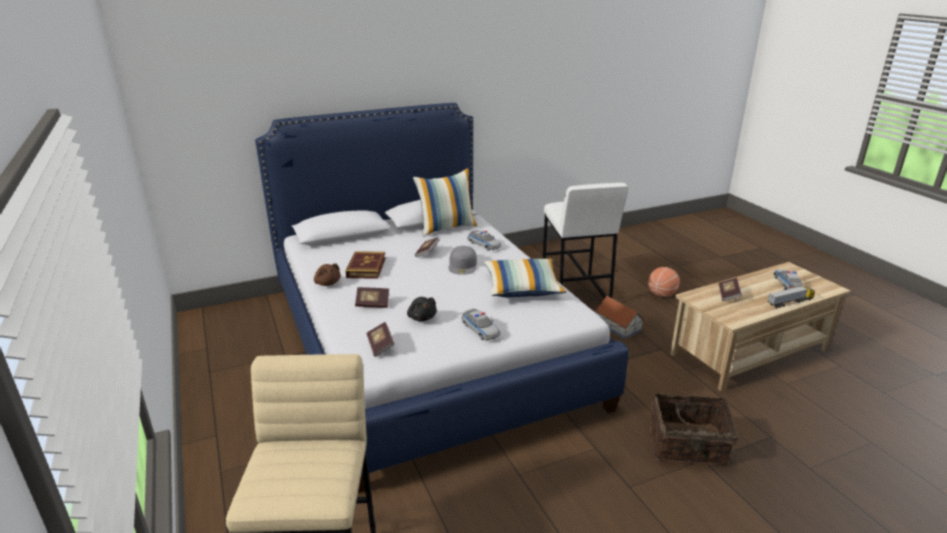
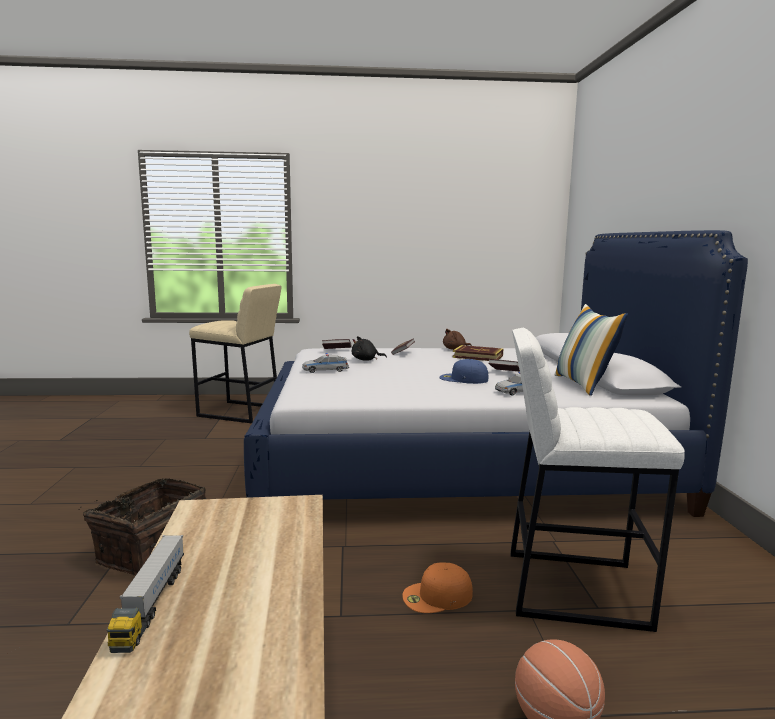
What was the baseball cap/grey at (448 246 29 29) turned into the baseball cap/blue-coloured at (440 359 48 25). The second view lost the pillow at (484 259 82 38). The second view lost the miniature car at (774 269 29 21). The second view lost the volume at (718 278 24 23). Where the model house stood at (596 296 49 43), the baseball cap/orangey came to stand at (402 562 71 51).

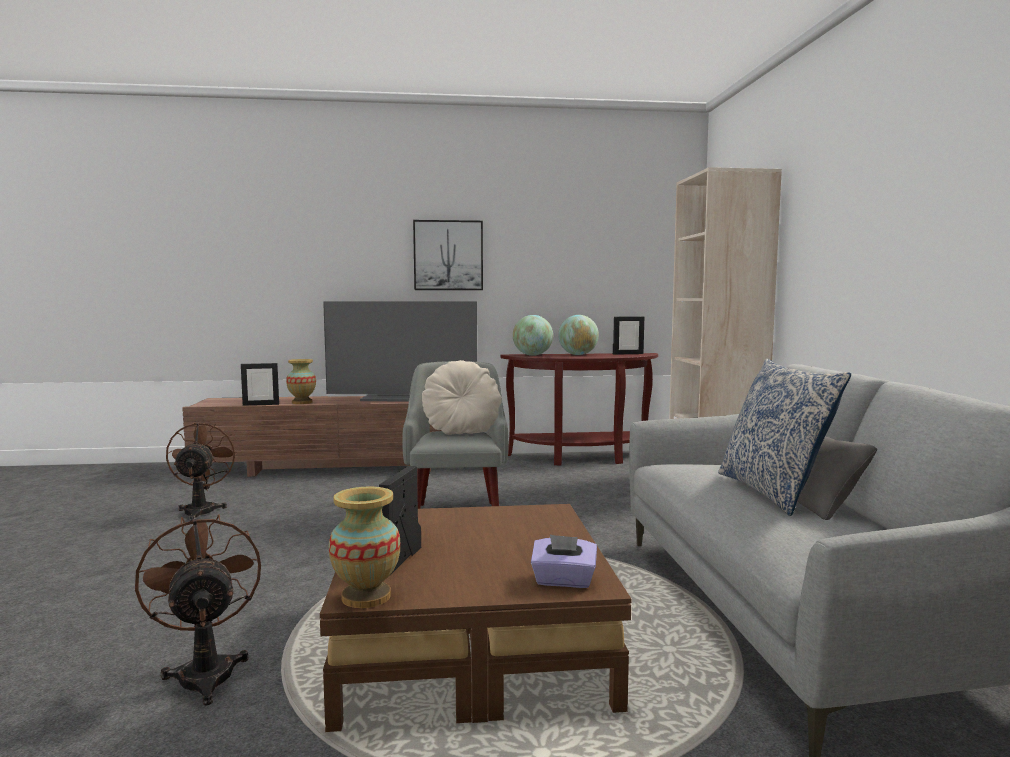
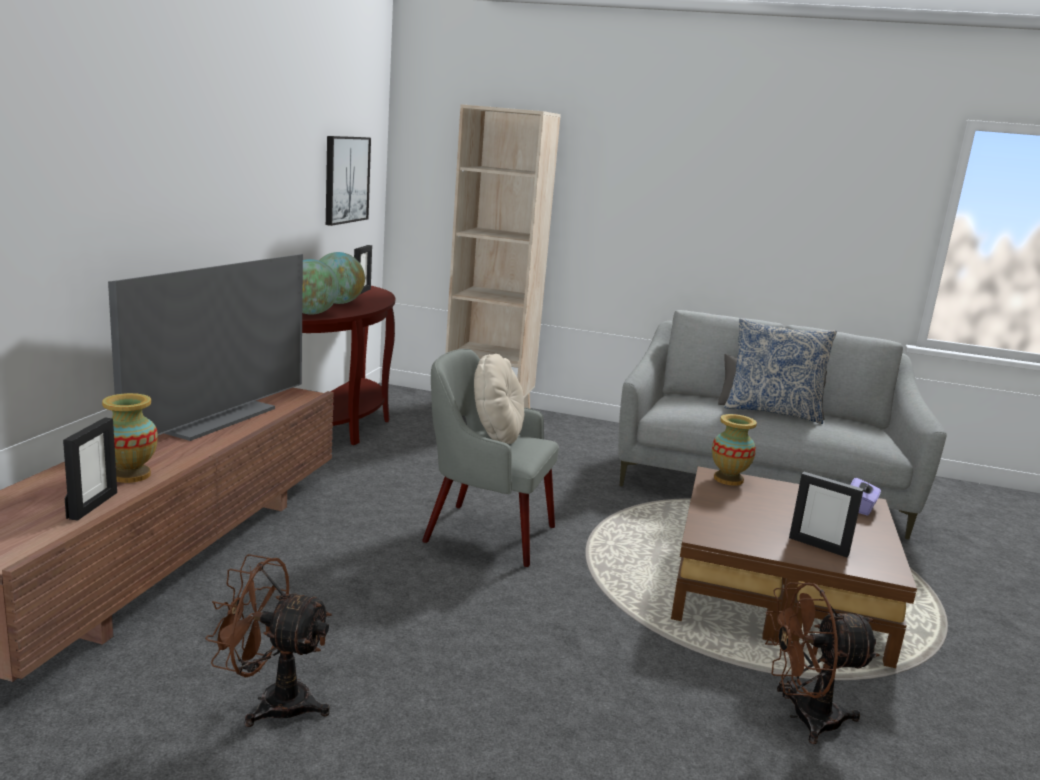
The wall picture ended up elsewhere, having gone from (413 220 70 70) to (326 136 45 90). The vase ended up elsewhere, having gone from (329 486 71 122) to (712 414 45 72).

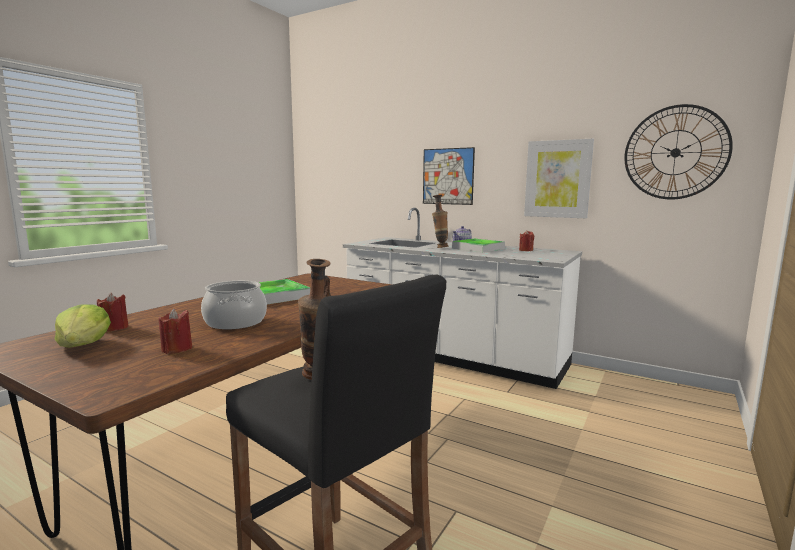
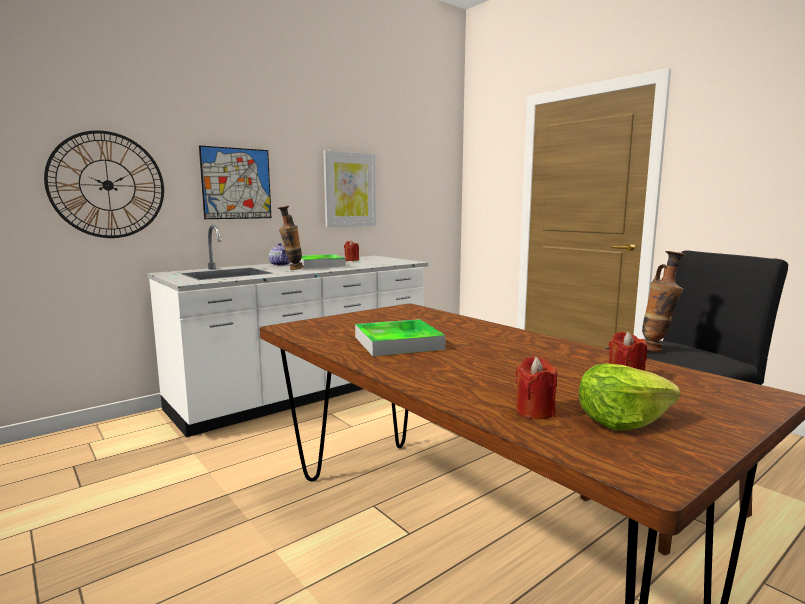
The wall clock ended up elsewhere, having gone from (624 104 109 96) to (44 130 120 108). The second view lost the cooking pot at (201 281 66 48).

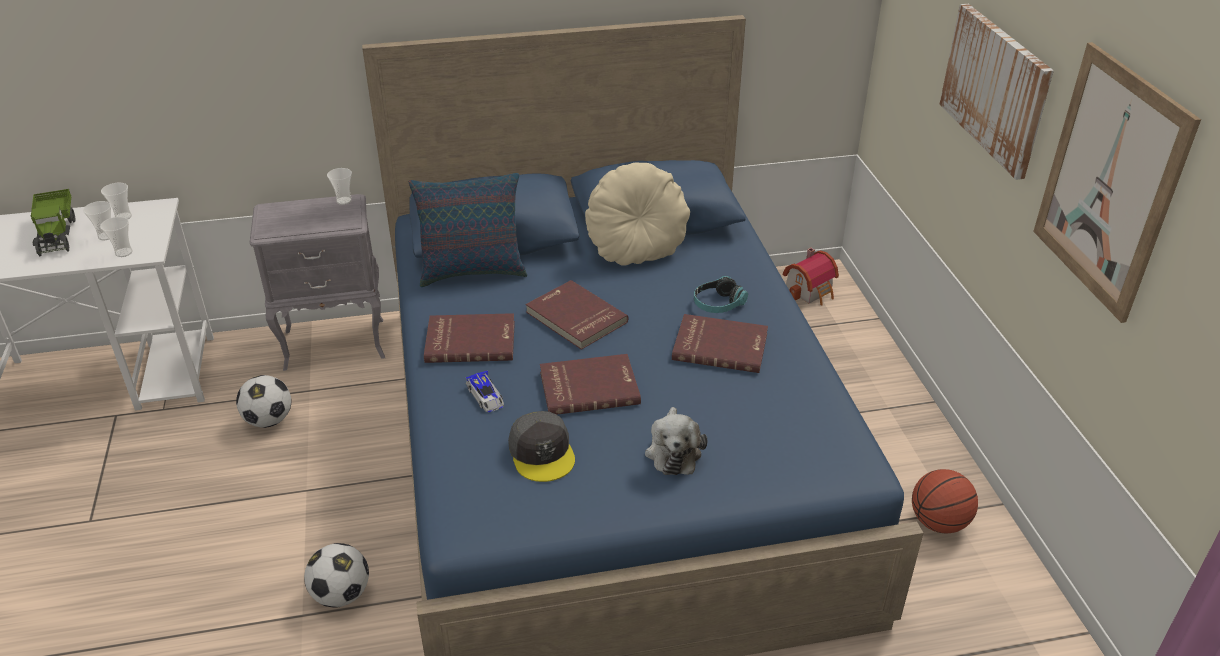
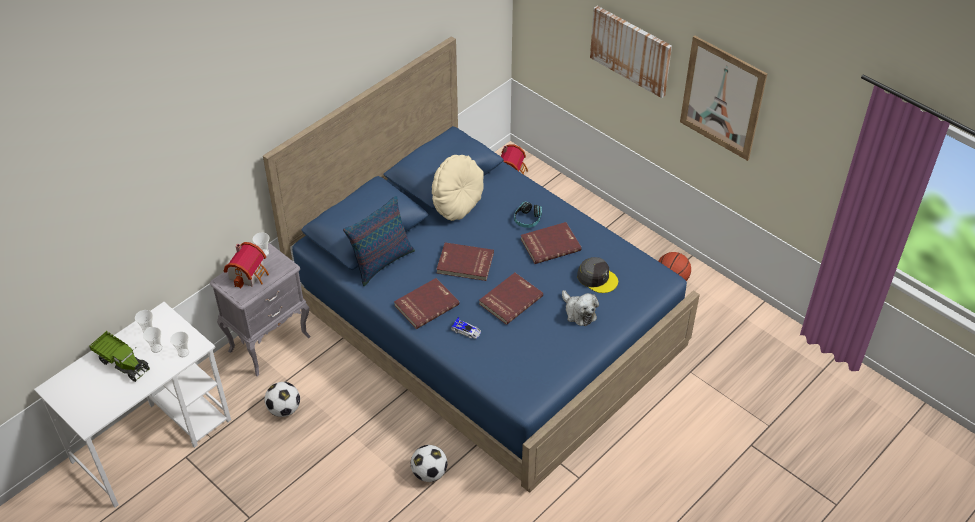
The baseball cap/grey ended up elsewhere, having gone from (508 411 67 71) to (577 257 41 36). The second view gained the model house at (224 242 45 47).

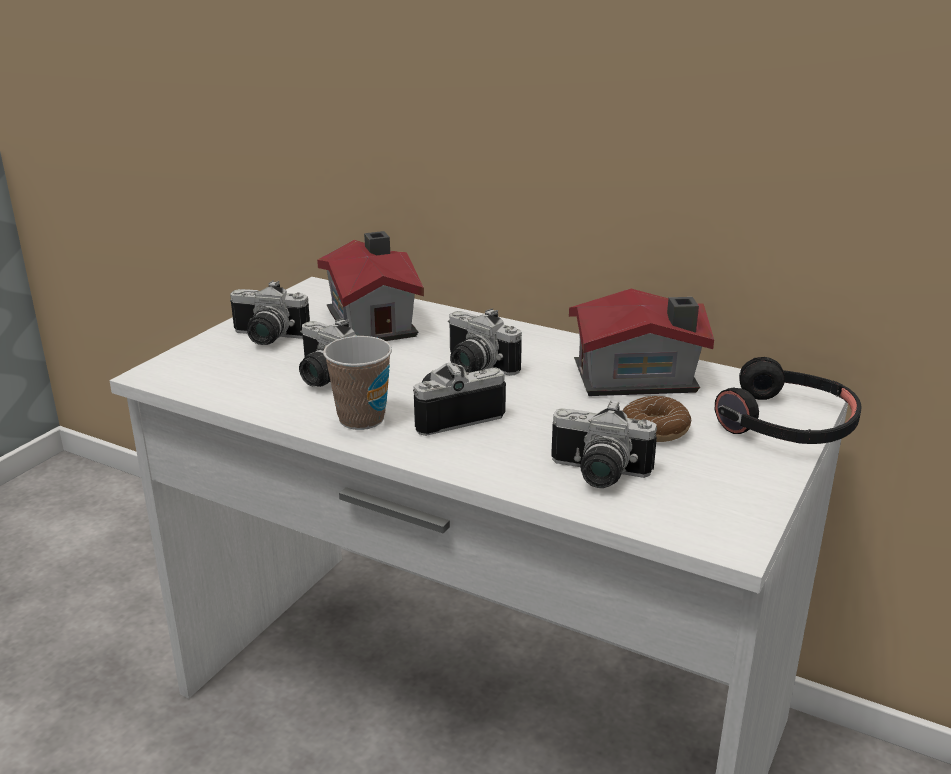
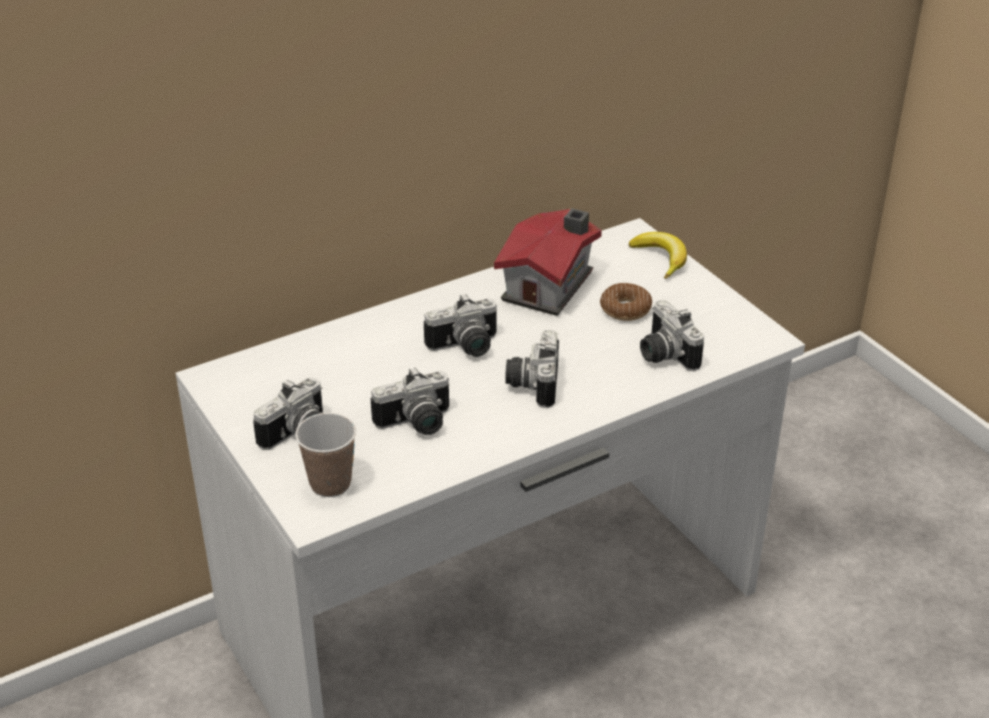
The second view lost the model house at (317 231 107 110). The small cup ended up elsewhere, having gone from (323 336 69 94) to (295 413 61 84). Where the headset/black-coloured stood at (715 357 147 87), the banana came to stand at (628 232 59 47). The photo camera at (551 401 106 87) ended up facing another way, 105 degrees clockwise from before.

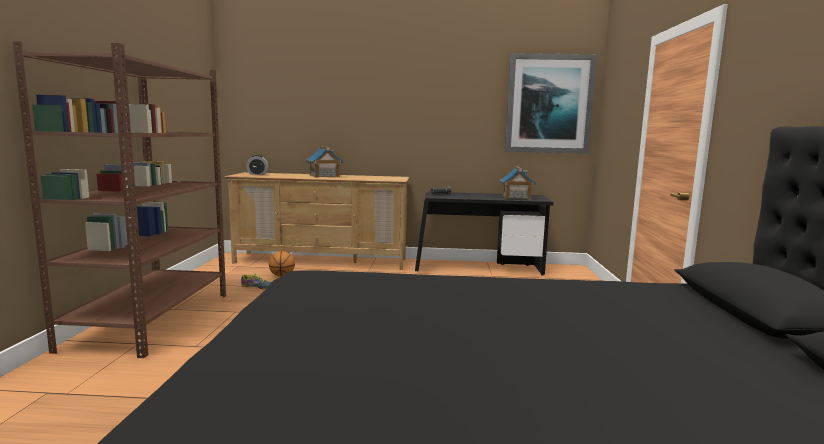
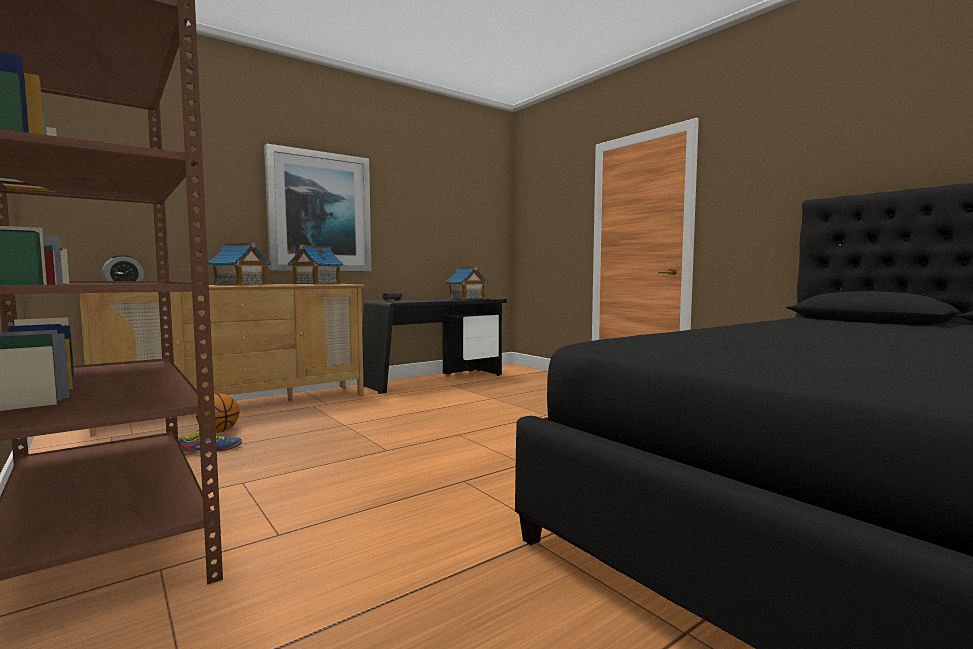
The wall picture ended up elsewhere, having gone from (505 53 92 101) to (264 144 107 127). The second view gained the model house at (288 245 55 40).

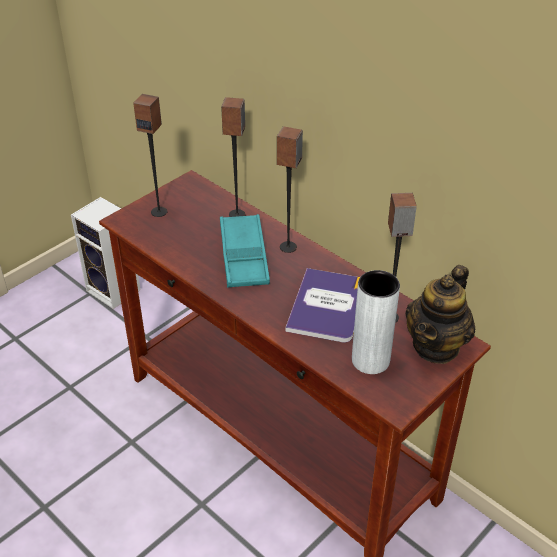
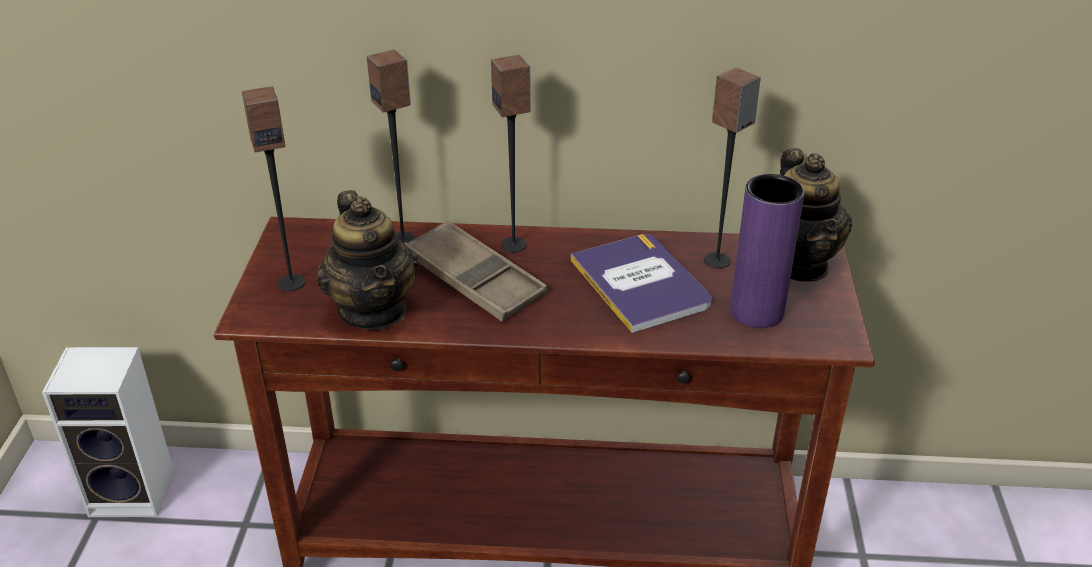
What was the serving tray/blue-green at (220 214 50 73) turned into the serving tray/brown at (404 220 143 102). What was the vase/grey at (352 270 48 104) turned into the vase/purplish at (730 174 75 154). The second view gained the tea pot at (316 190 103 140).

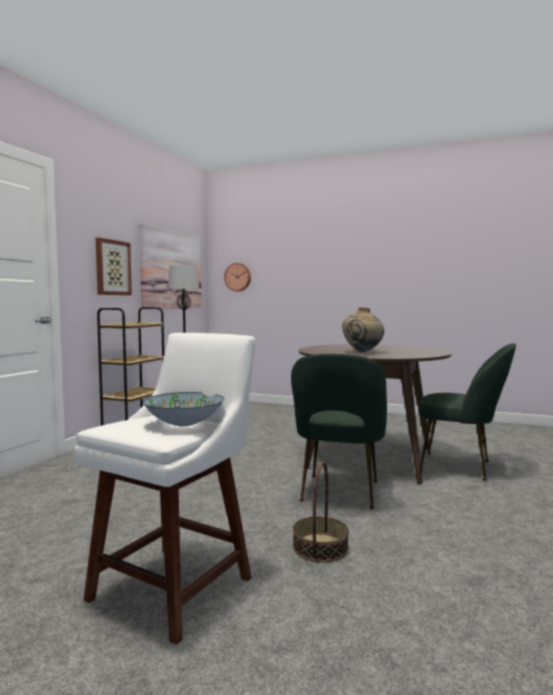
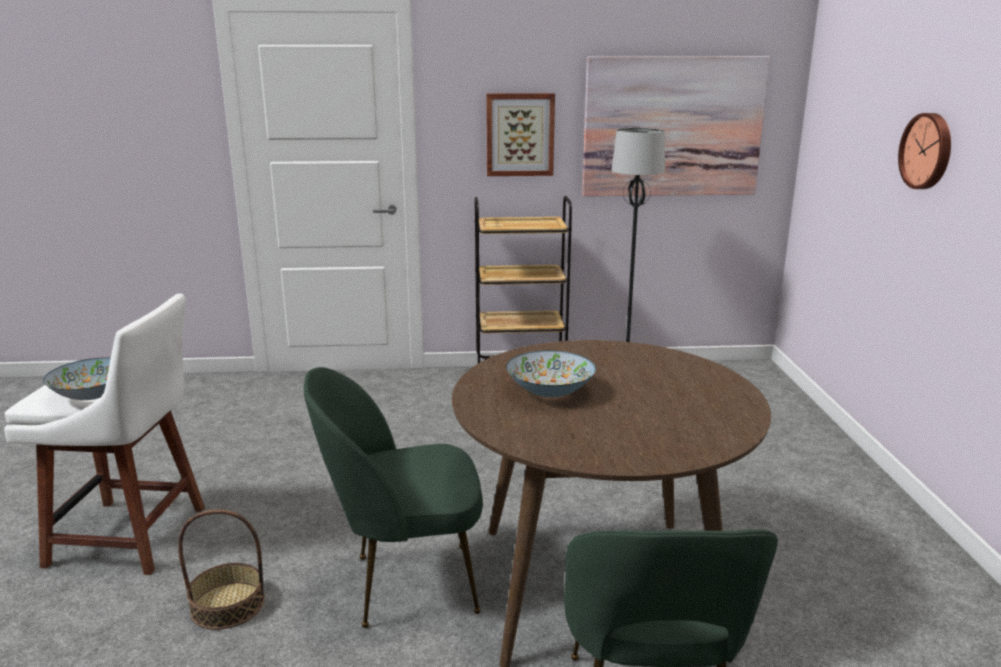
The wall clock ended up elsewhere, having gone from (224 263 27 28) to (898 113 53 76). Where the vase/beige-coloured stood at (342 308 42 44), the serving bowl came to stand at (506 351 90 46).

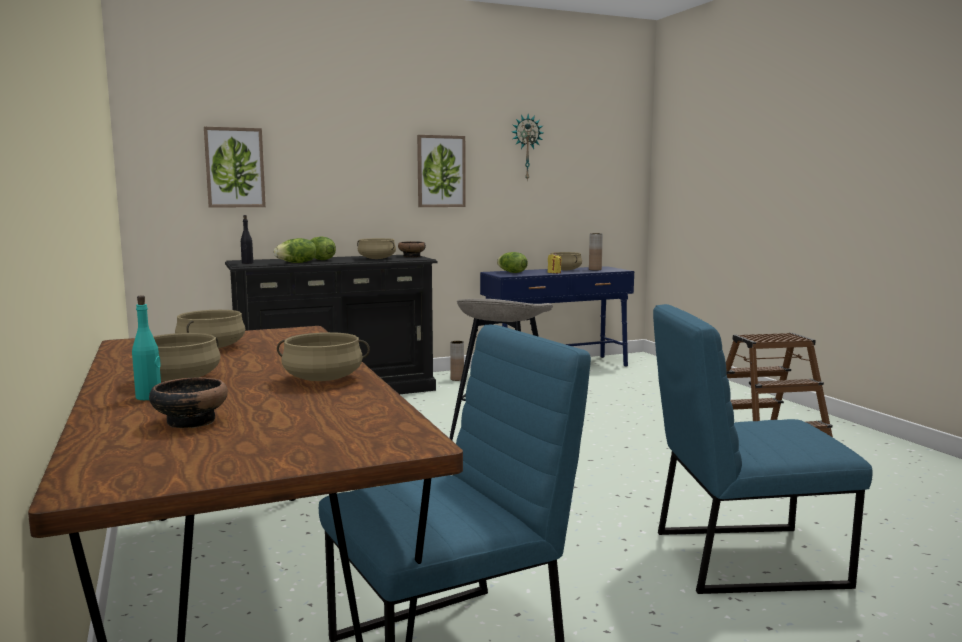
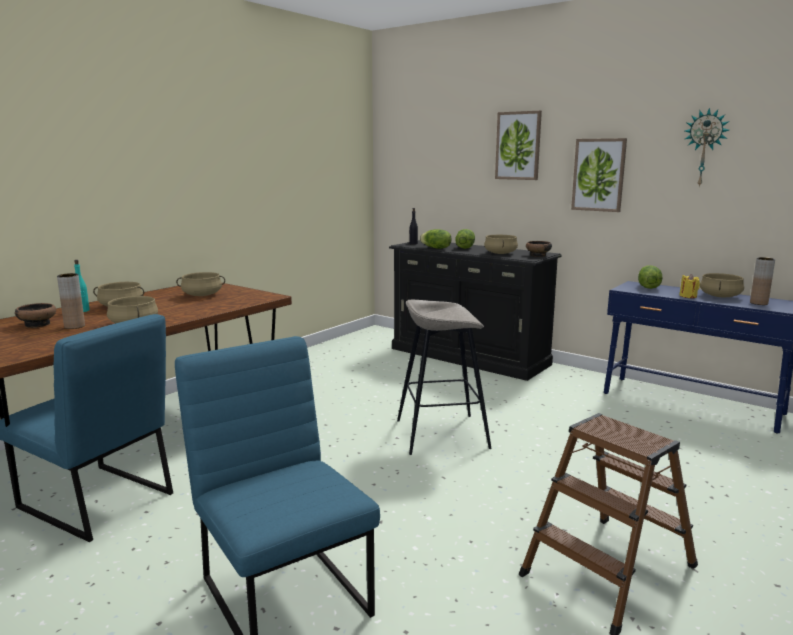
The wall picture ended up elsewhere, having gone from (204 127 62 81) to (495 111 47 69). The vase/brown ended up elsewhere, having gone from (450 341 14 40) to (57 273 28 56).

